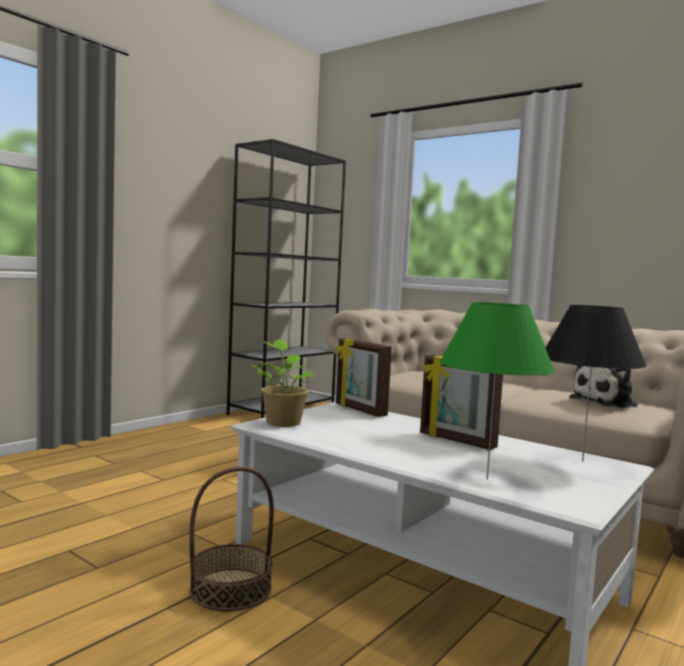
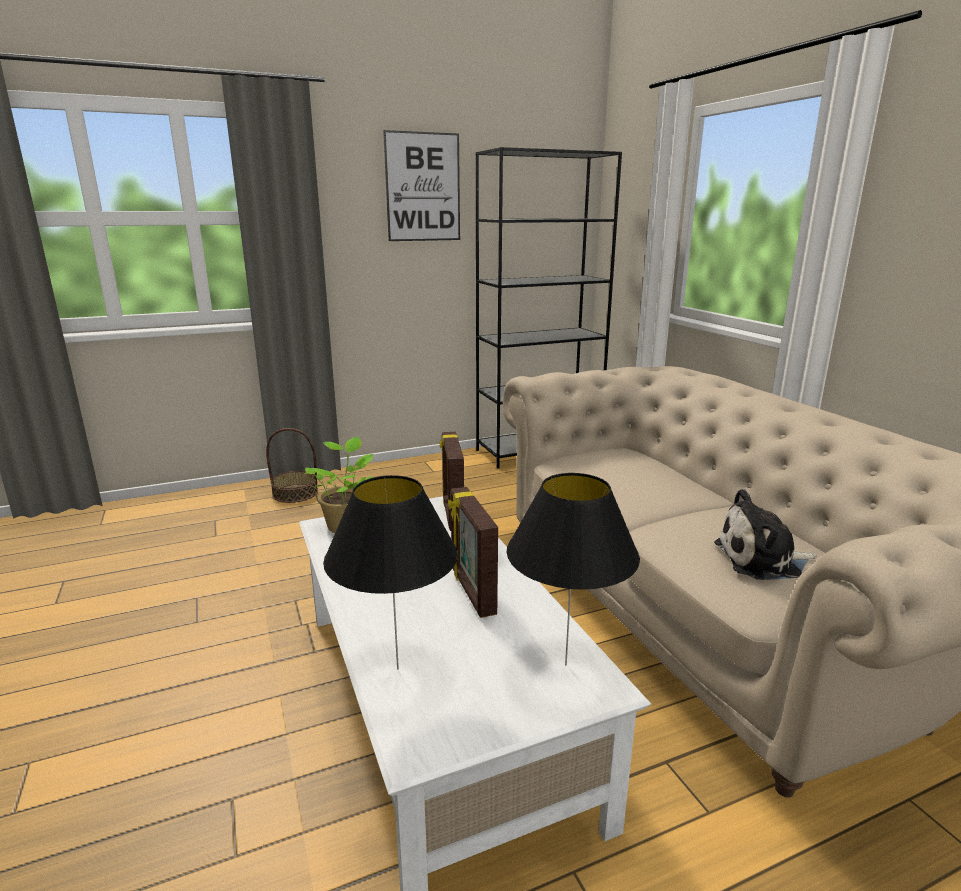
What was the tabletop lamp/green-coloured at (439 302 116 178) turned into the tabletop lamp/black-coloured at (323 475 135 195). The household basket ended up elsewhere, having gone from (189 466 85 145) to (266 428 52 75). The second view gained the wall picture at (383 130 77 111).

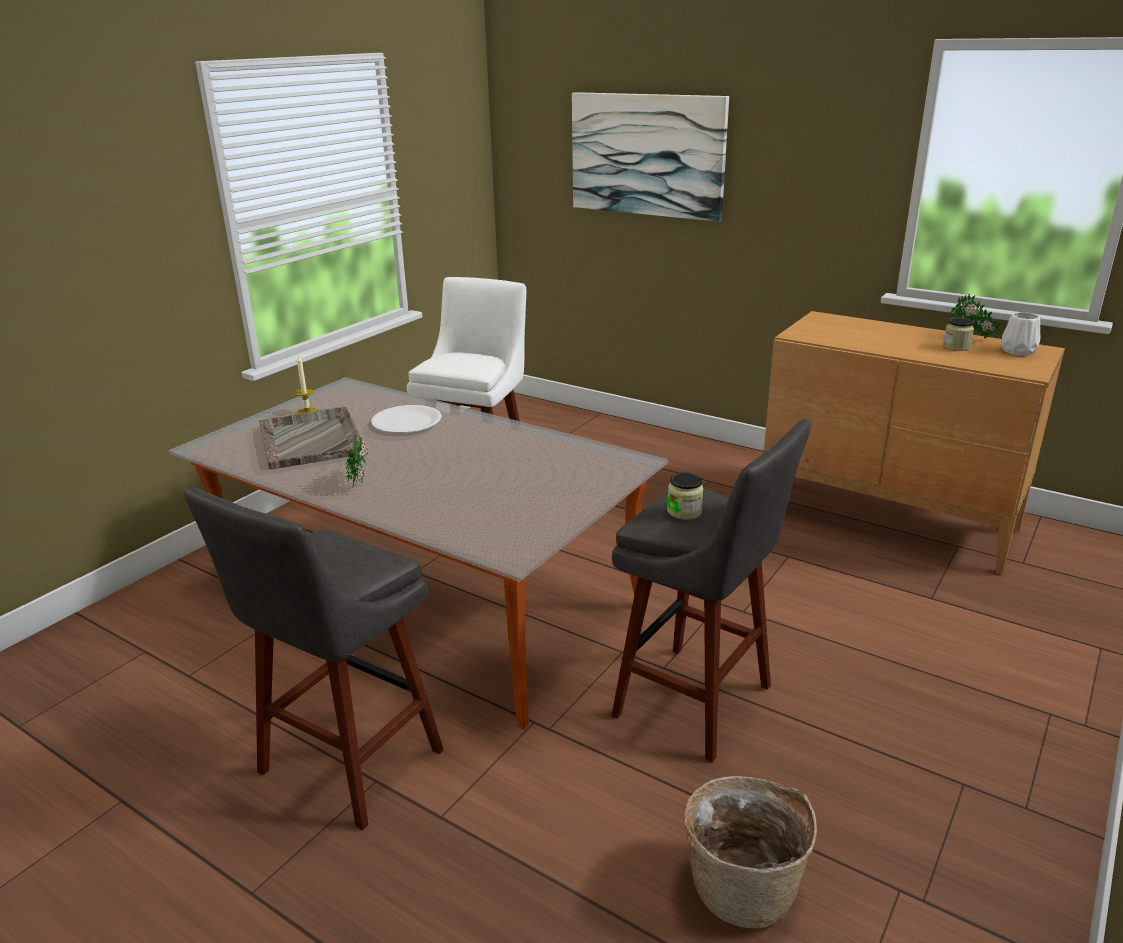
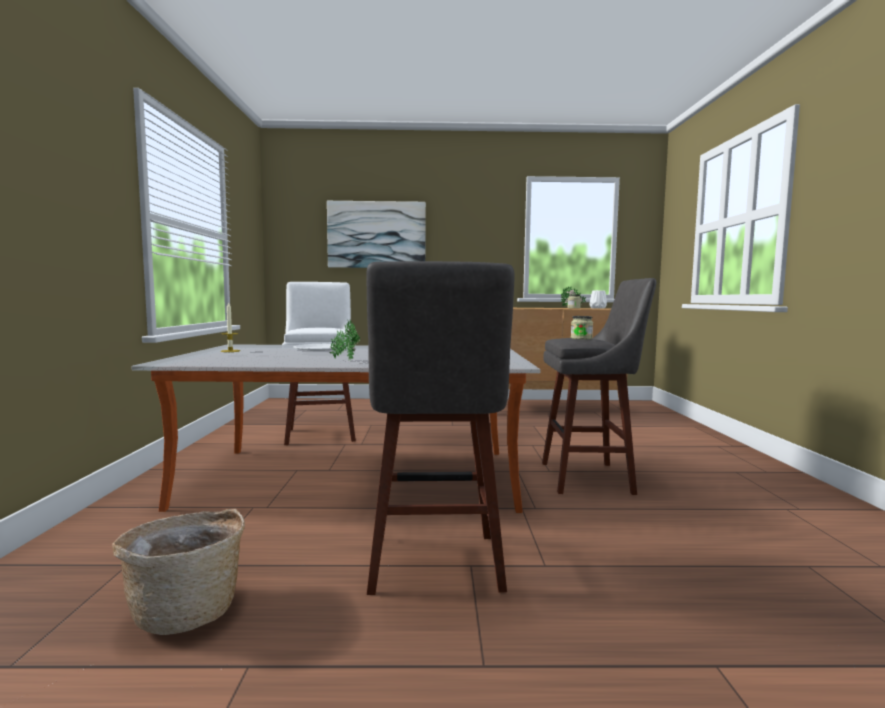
The second view lost the serving tray/grey at (259 406 103 63). The household basket ended up elsewhere, having gone from (684 776 133 152) to (112 508 133 127).

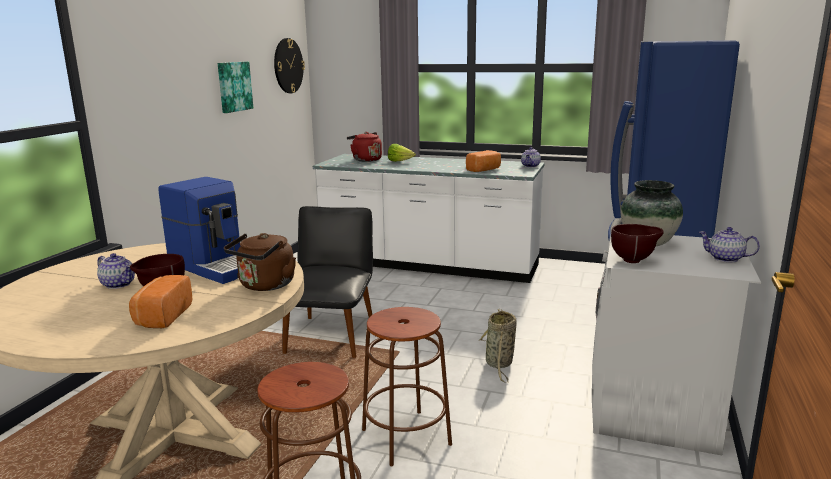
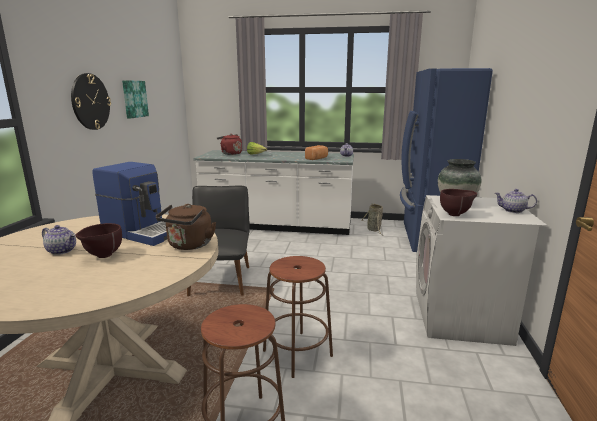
The wall clock ended up elsewhere, having gone from (274 38 31 55) to (71 73 40 57). The second view lost the baked bread at (129 275 63 53). The household basket ended up elsewhere, having gone from (478 309 39 74) to (361 203 22 32).

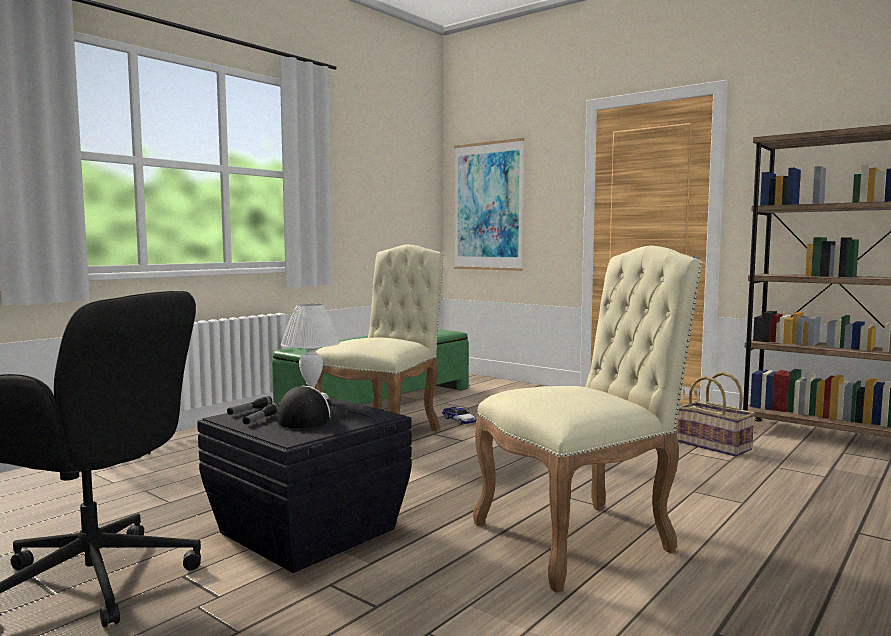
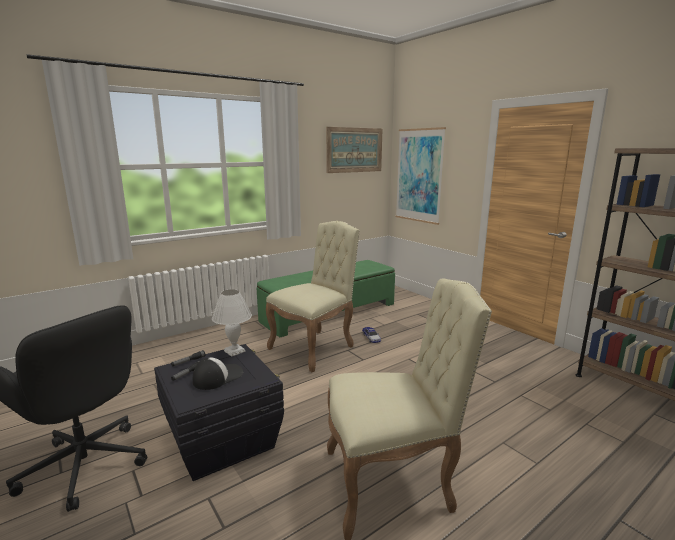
The second view lost the household basket at (677 372 78 85). The second view gained the wall picture at (326 127 56 46).

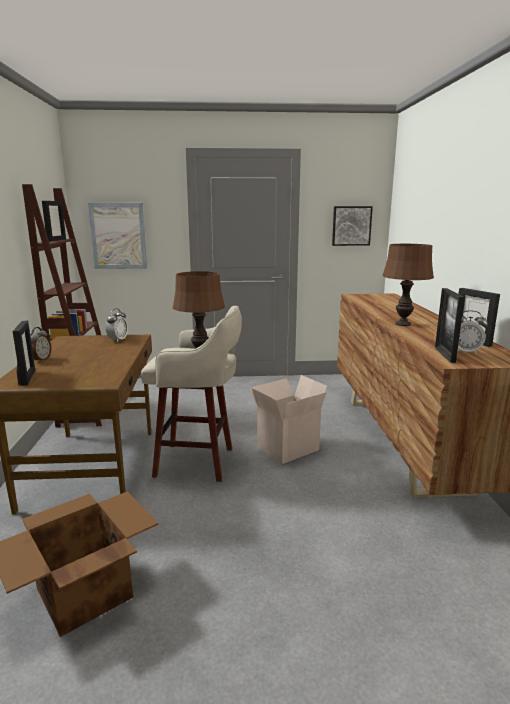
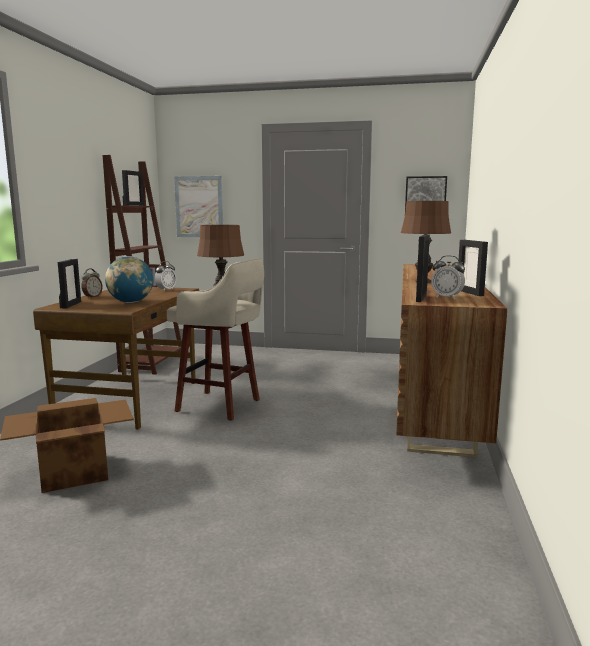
The second view lost the cardboard box at (250 375 77 89). The second view gained the globe at (105 256 48 47).

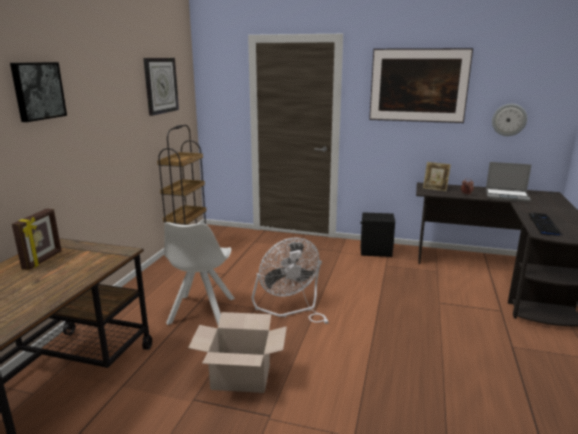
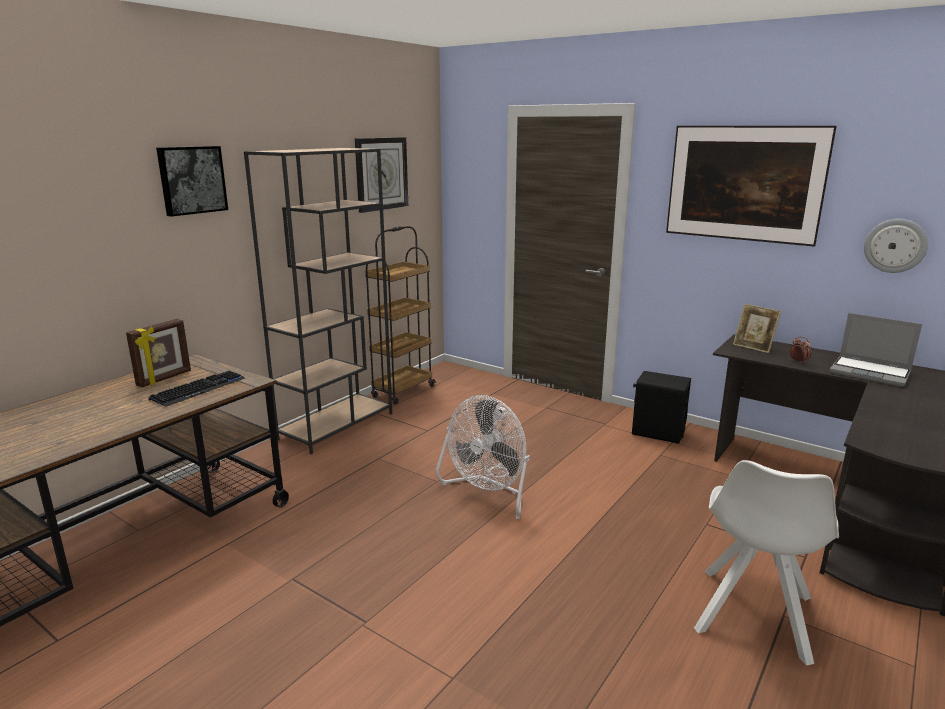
The keyboard ended up elsewhere, having gone from (528 213 35 23) to (149 371 96 36). The chair/whitish ended up elsewhere, having gone from (164 222 71 103) to (694 460 145 205). The cooling fan/whitish at (252 238 77 86) ended up facing another way, 135 degrees counterclockwise from before. The second view lost the cardboard box at (188 312 99 81). The second view gained the bookshelf at (244 148 148 306).

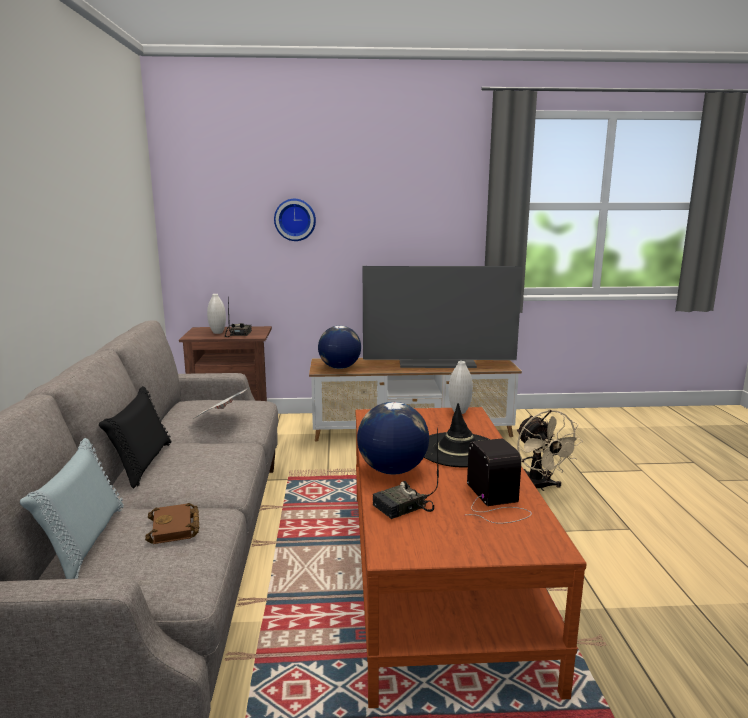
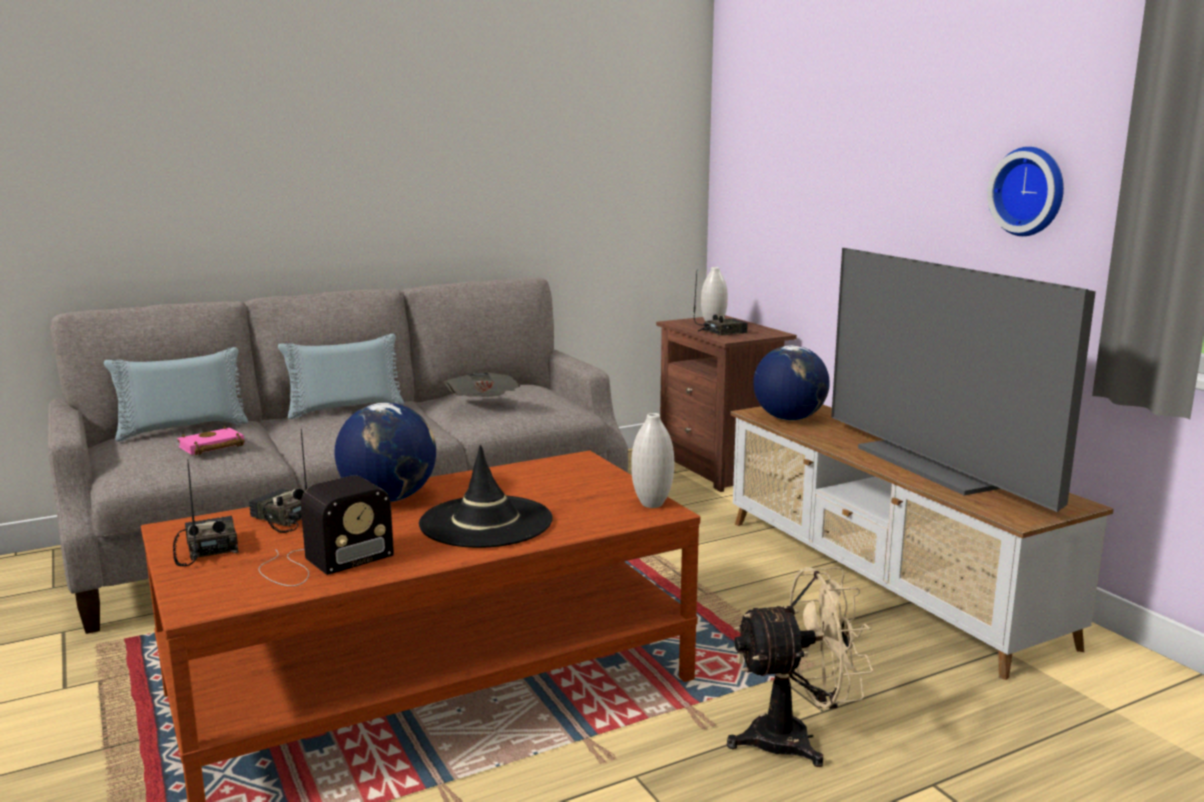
The wall clock ended up elsewhere, having gone from (274 199 42 42) to (987 147 77 89). What was the pillow/black-coloured at (99 386 72 102) turned into the pillow/blue-coloured at (278 334 126 85). The cooling fan/beige-coloured at (517 410 66 81) ended up facing another way, 150 degrees counterclockwise from before. What was the volume/brown at (145 503 54 41) turned into the volume/pink-coloured at (177 426 68 30). The second view gained the radio set at (173 459 66 108).

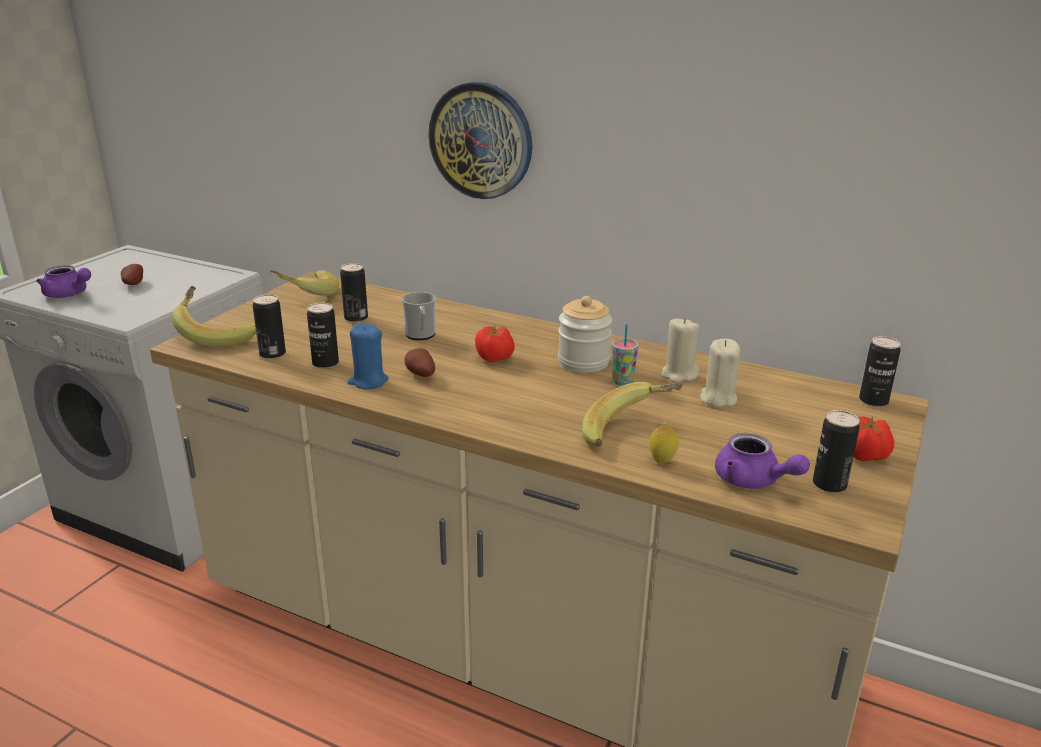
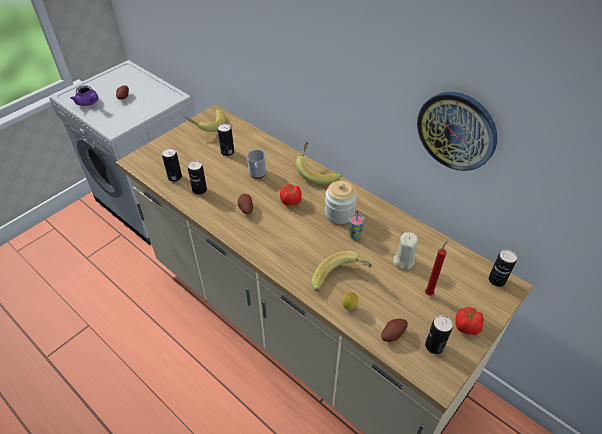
The wall clock ended up elsewhere, having gone from (428 82 104 117) to (417 92 80 79). The banana ended up elsewhere, having gone from (172 286 84 61) to (296 142 46 43). The second view lost the wax candle/beige-coloured at (661 318 38 65). The second view lost the wax candle/blue-coloured at (347 323 42 66). Where the tea pot/purplish stood at (715 433 95 56), the spud came to stand at (381 319 27 23). The second view gained the wax candle/red-coloured at (425 241 22 55).

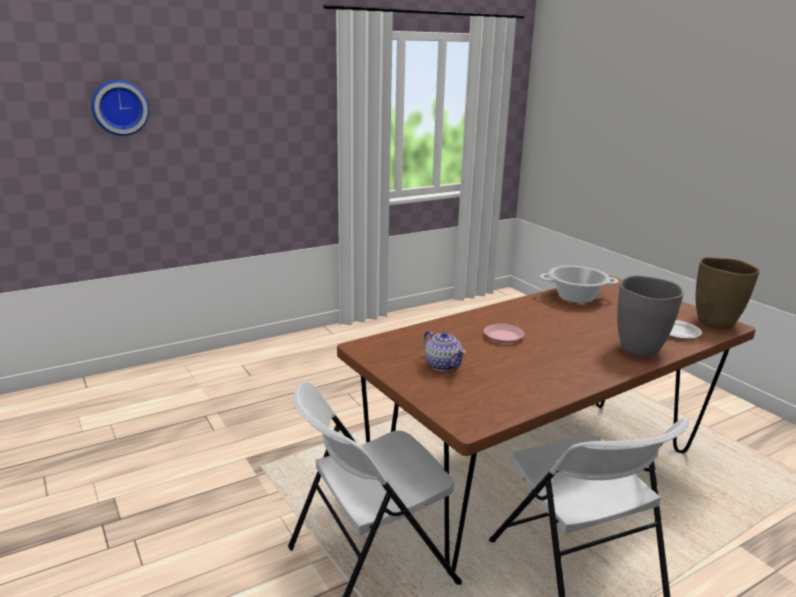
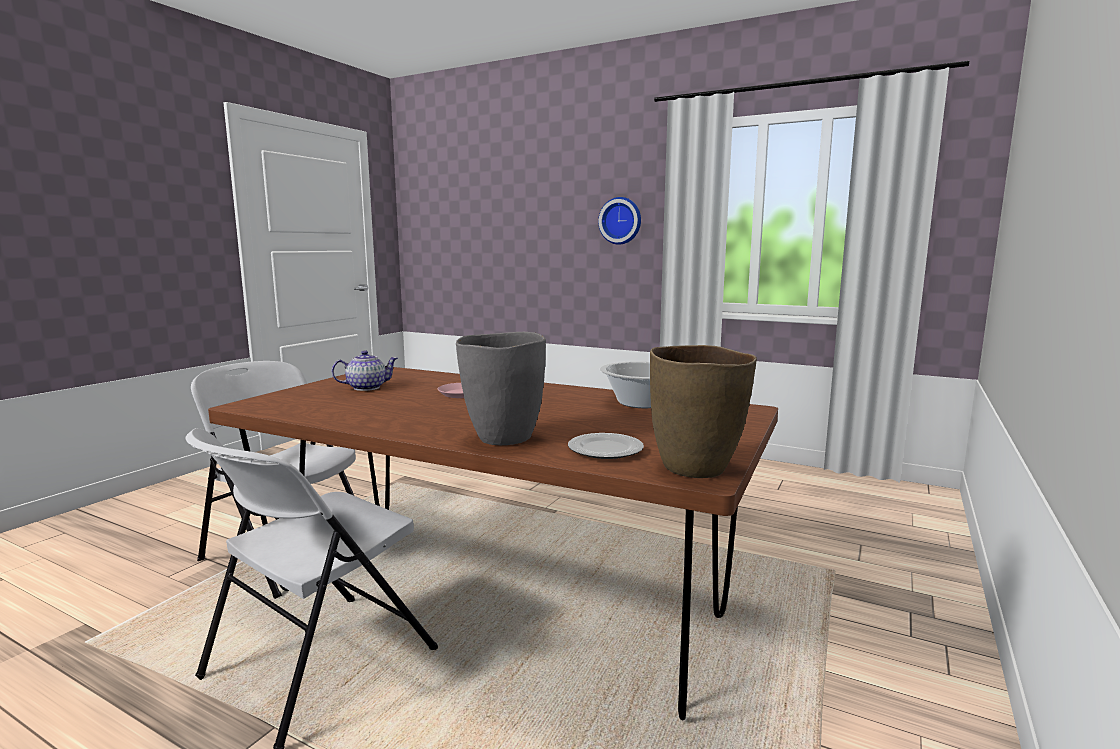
The wall clock ended up elsewhere, having gone from (91 80 58 56) to (598 197 43 48). The tea pot at (423 330 43 41) ended up facing another way, 135 degrees counterclockwise from before.

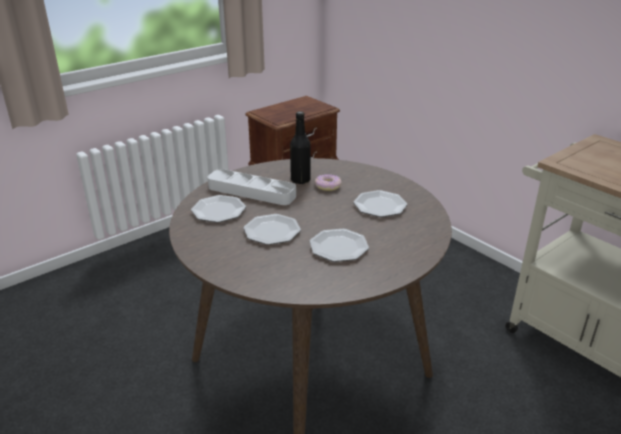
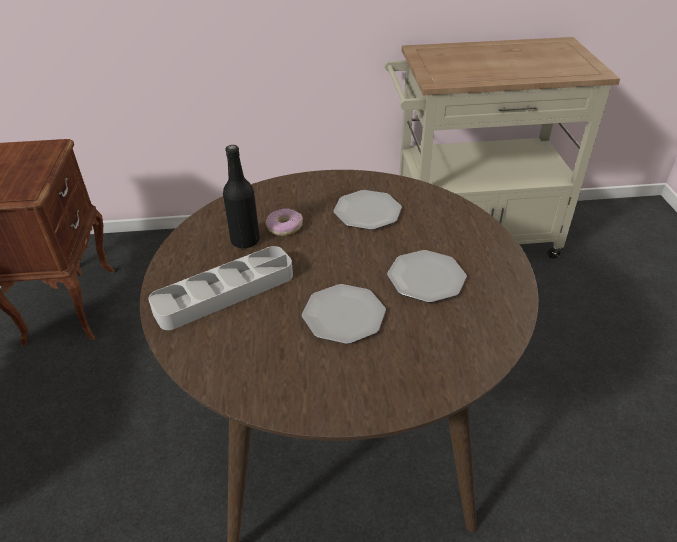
The second view lost the dinner plate at (191 195 55 28).

